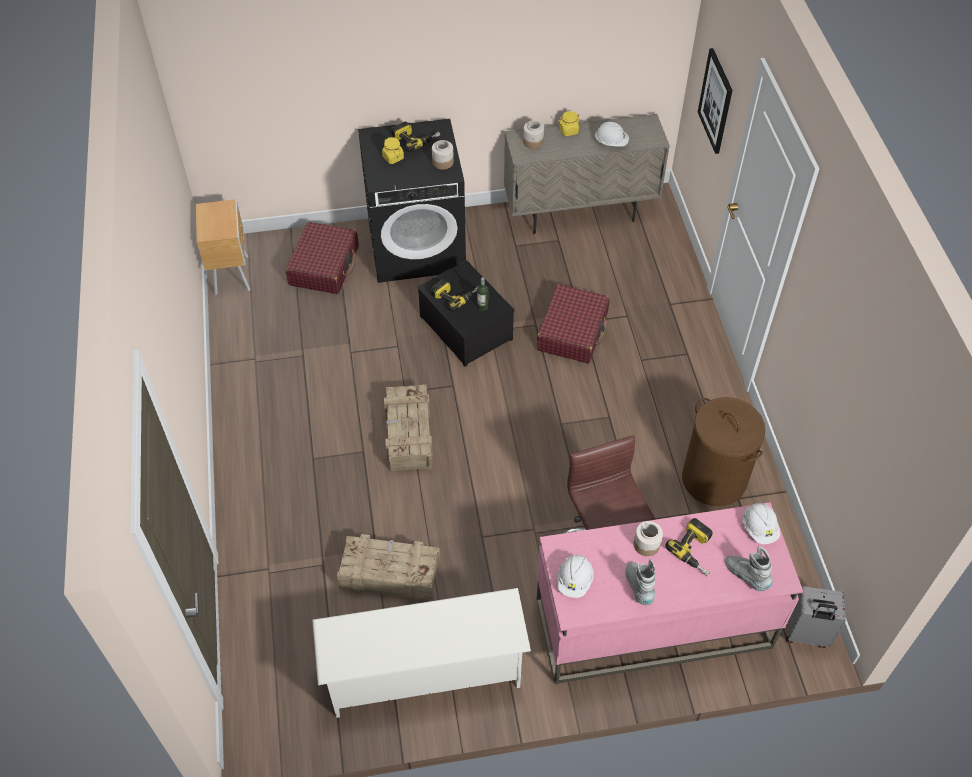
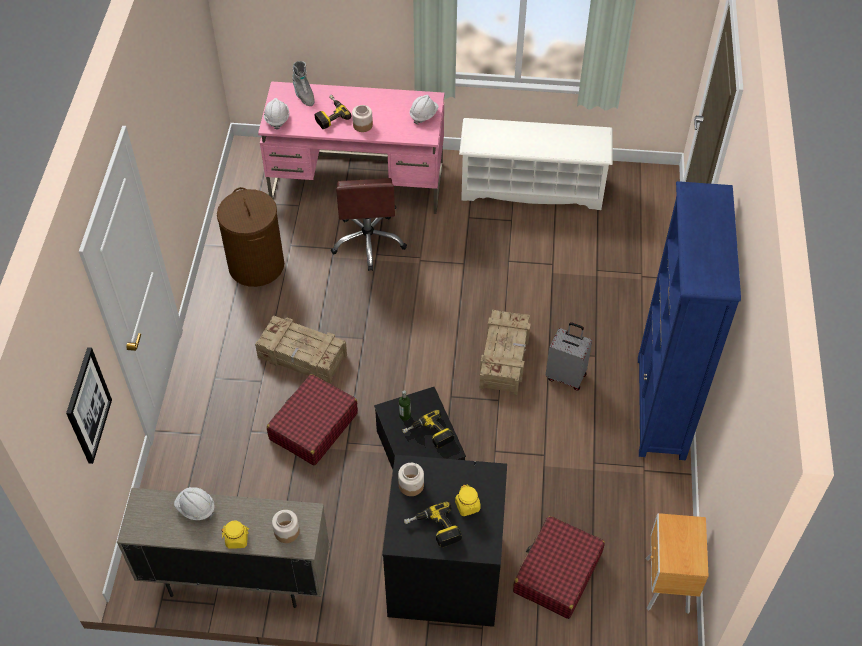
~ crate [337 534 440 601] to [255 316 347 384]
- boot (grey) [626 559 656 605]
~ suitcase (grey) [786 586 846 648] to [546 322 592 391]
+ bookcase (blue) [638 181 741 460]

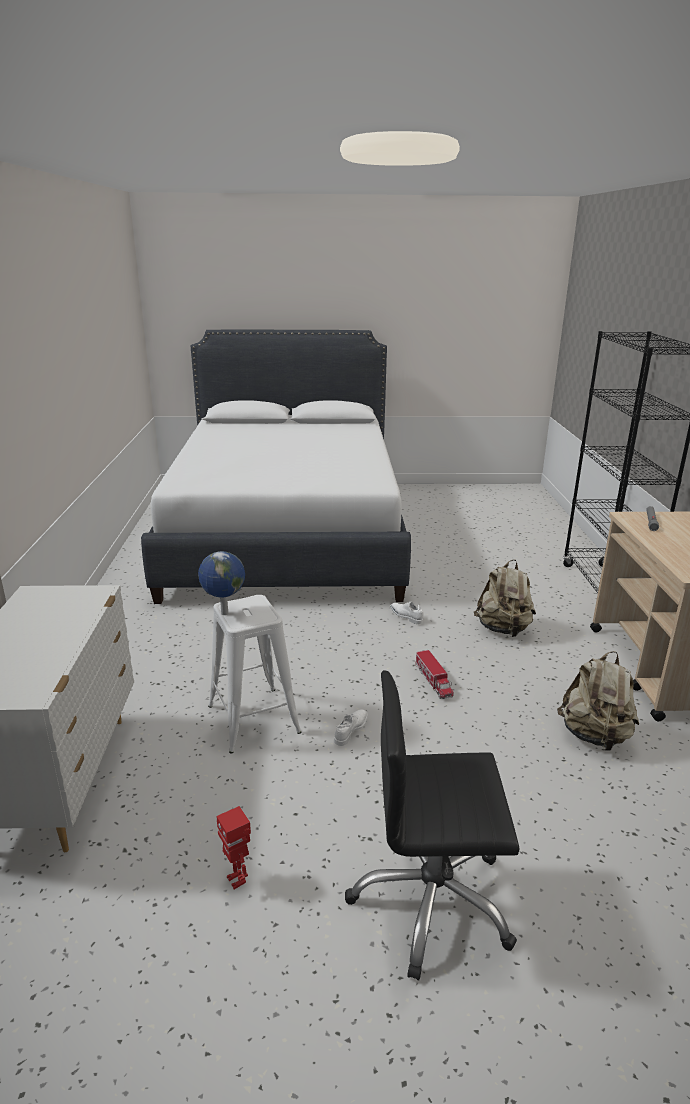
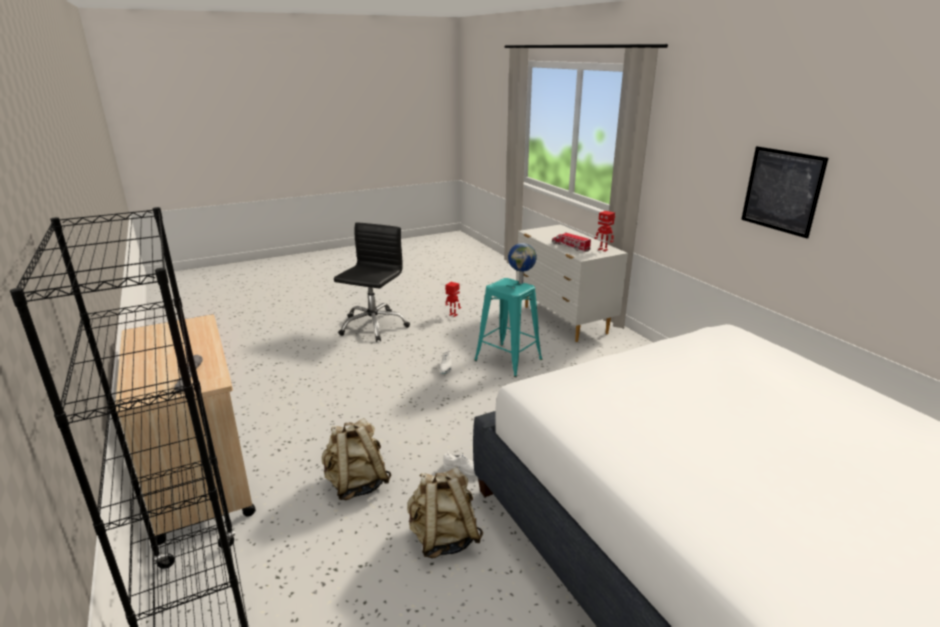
~ stool (white) [208 595 301 754] to stool (turquoise) [474 278 542 377]
~ office chair (black) [345 670 520 981] = [334 222 410 342] 45 degrees counterclockwise
~ toy truck [415 650 454 699] to [552 233 591 252]
~ backpack (beige) [557 651 639 751] to [407 467 483 559]
+ toy robot [594 211 615 252]
+ picture [741 146 828 238]

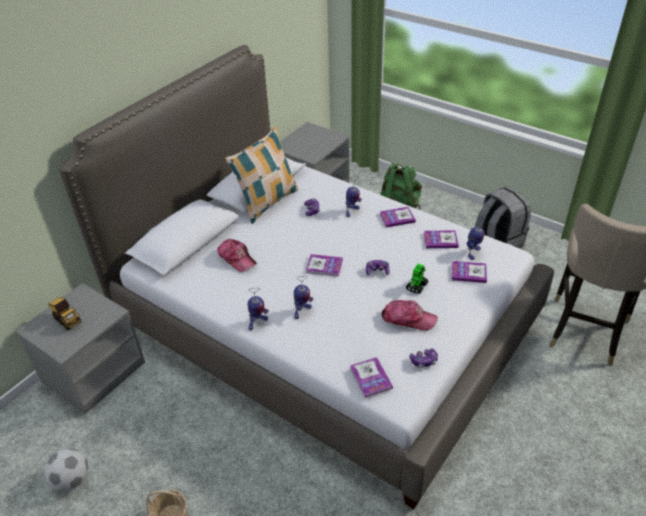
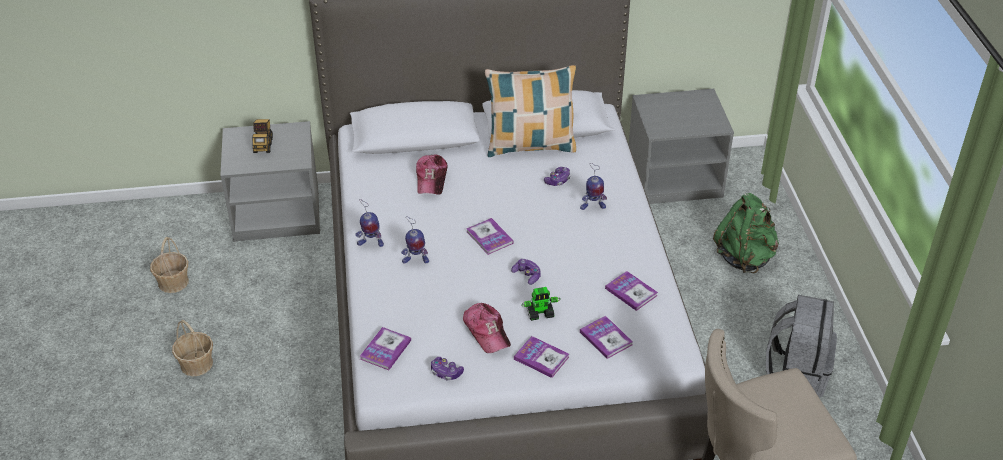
~ football [45 448 88 491] to basket [150 237 189 293]
~ book [379 207 416 228] to [514 336 569 378]
- toy robot [467 216 487 260]

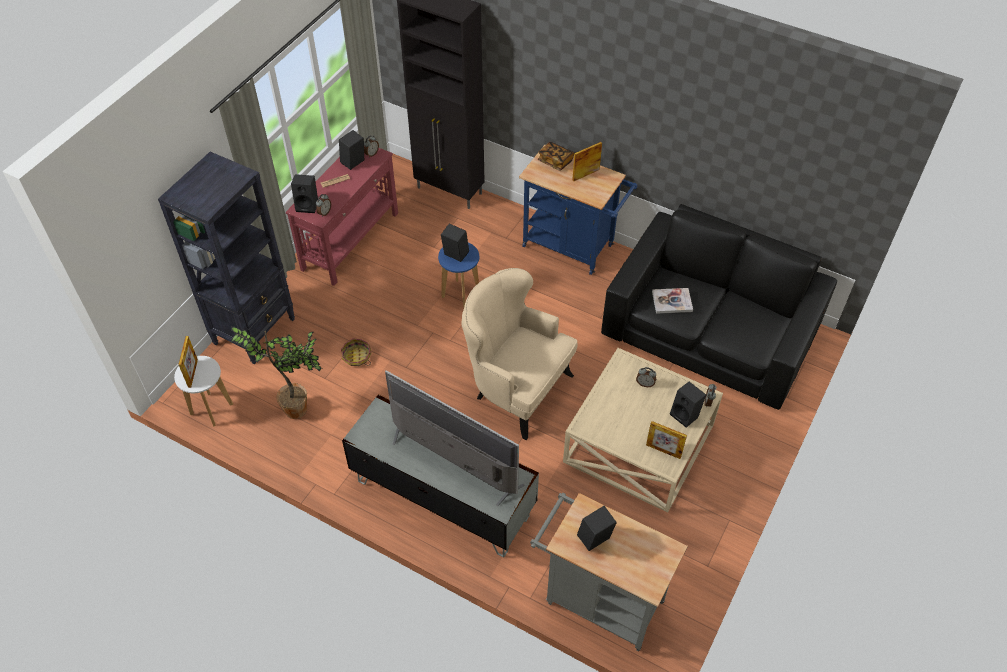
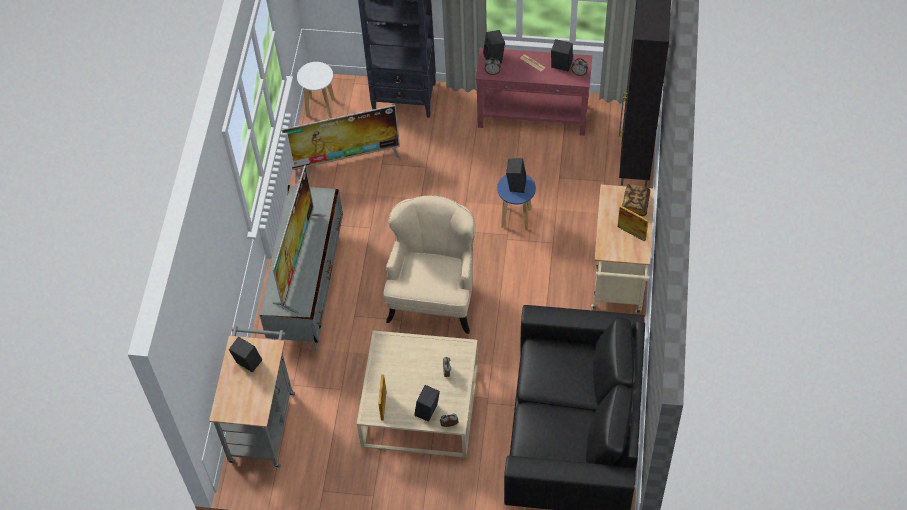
- picture frame [178 336 198 388]
~ potted plant [231 326 322 419] to television [282 105 401 184]
- basket [341 338 372 366]
~ cart (blue) [519 145 637 275] to cart (beige) [591 184 654 313]
- book [652 288 693 314]

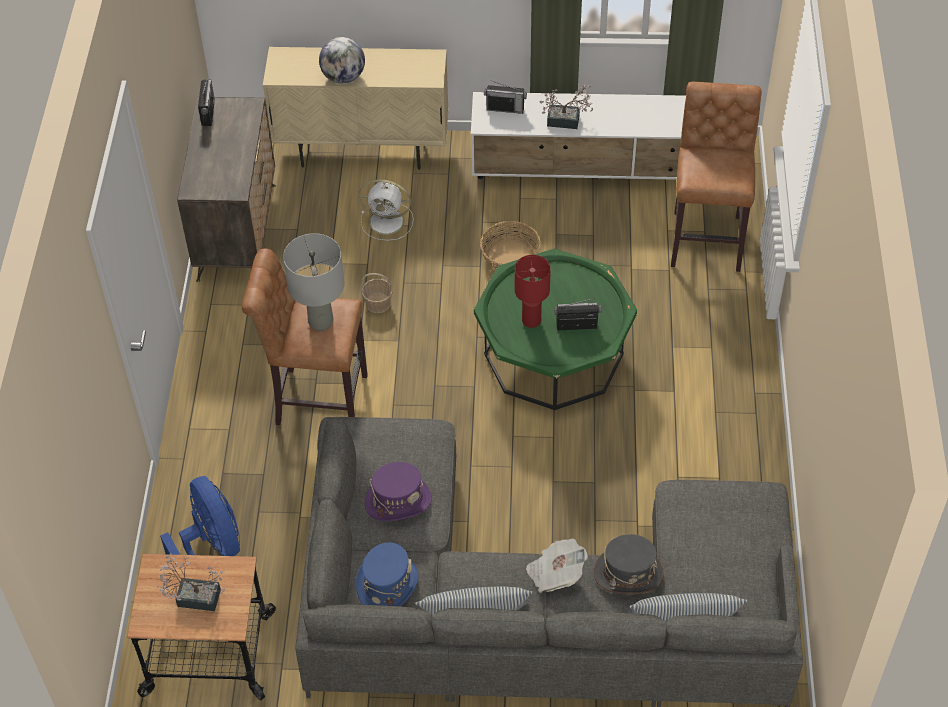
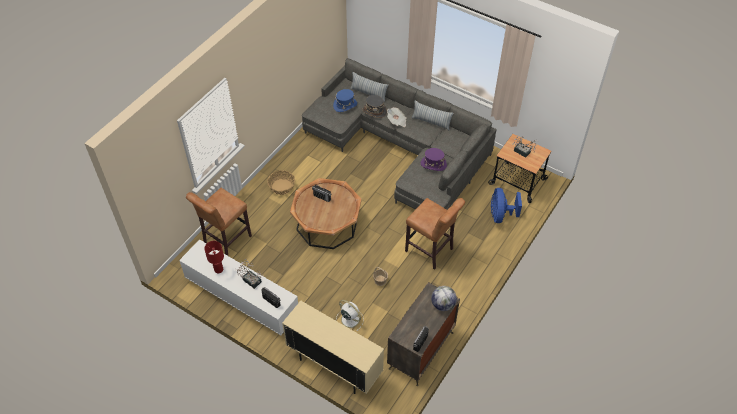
- table lamp (grey) [283 233 345 331]
~ globe [319 37 365 84] to [431 286 457 311]
~ hat (blue) [356 543 418 606] to [333 89 357 112]
~ coffee table (green) [474 249 637 410] to coffee table (brown) [290 178 362 249]
~ basket [480 221 541 270] to [267 170 295 195]
~ table lamp (red) [515 255 551 328] to [204 241 224 273]

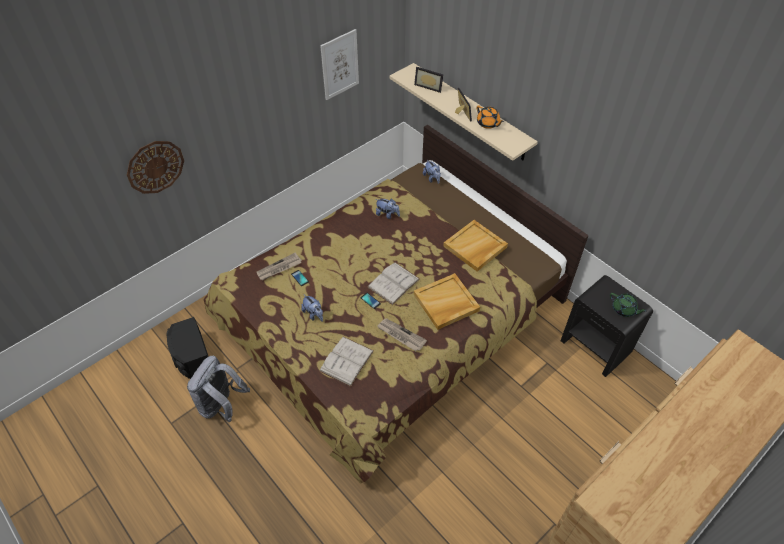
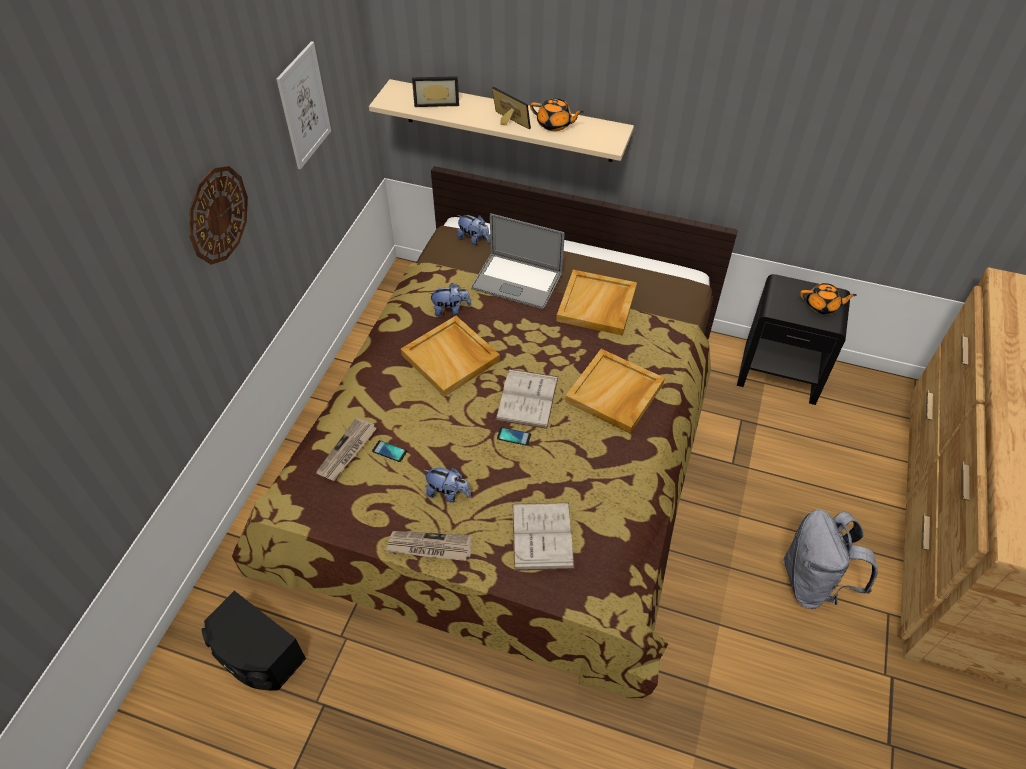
~ wall clock [127 141 184 194] to [189 166 248 265]
~ backpack (grey) [187 356 250 422] to [783 509 878 609]
~ newspaper [377 318 427 351] to [386 531 472 561]
~ teapot (green) [610 293 647 317] to teapot (orange) [800 283 857 314]
+ tray (beige) [401 316 500 397]
+ laptop [471 214 565 309]

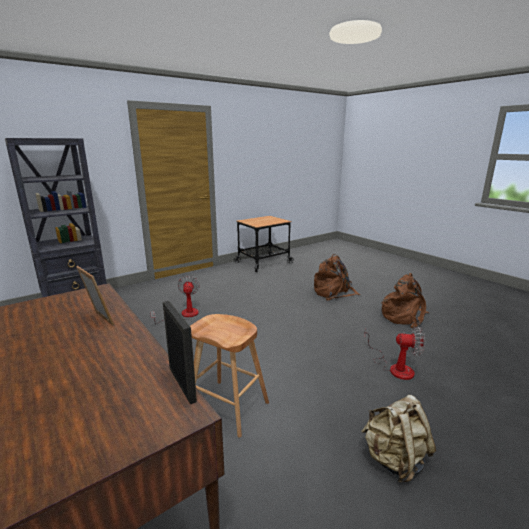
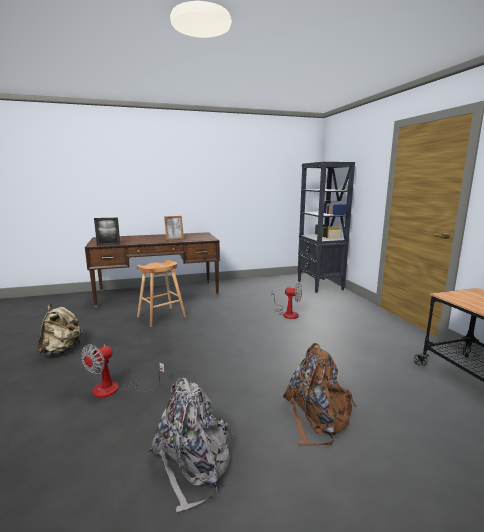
~ backpack (brown) [381 273 430 328] to backpack (grey) [149 378 234 512]

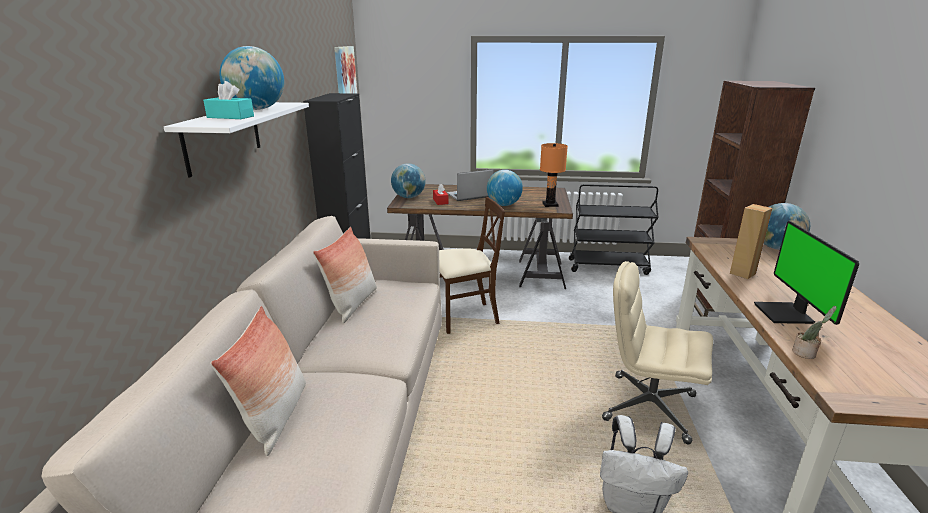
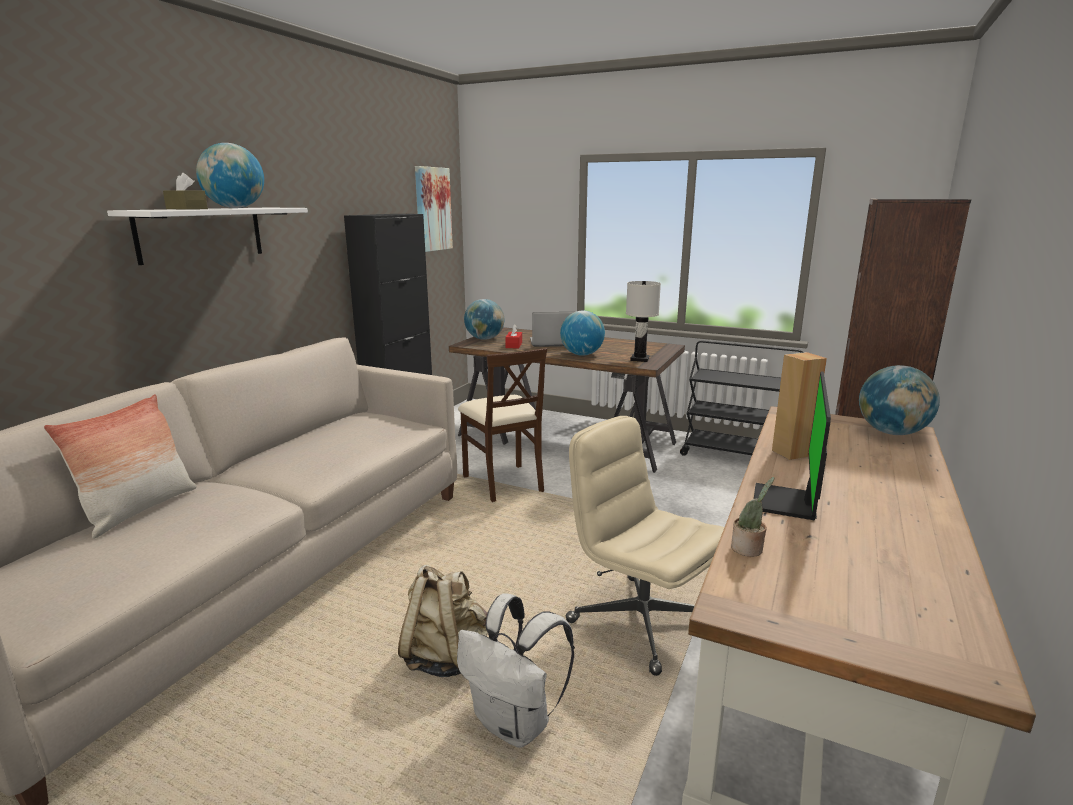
~ tissue box (turquoise) [203 81 254 119] to tissue box (brown) [163 172 208 210]
- pillow [313 227 377 323]
~ chair (beige) [439 197 505 334] = [458 348 547 502] 60 degrees clockwise
~ table lamp (orange) [540 143 568 207] to table lamp (white) [626 281 661 362]
+ backpack (beige) [398 565 488 677]

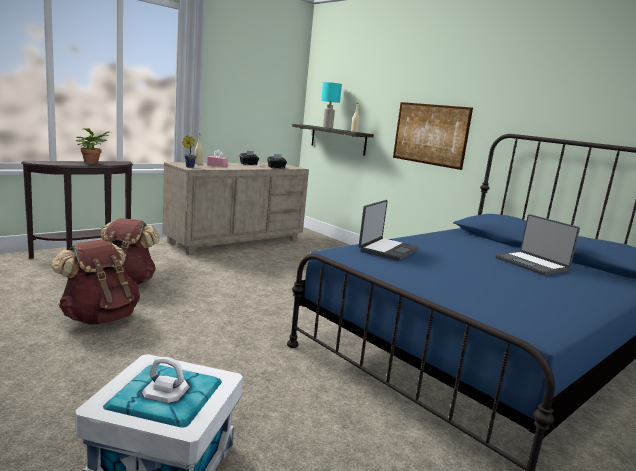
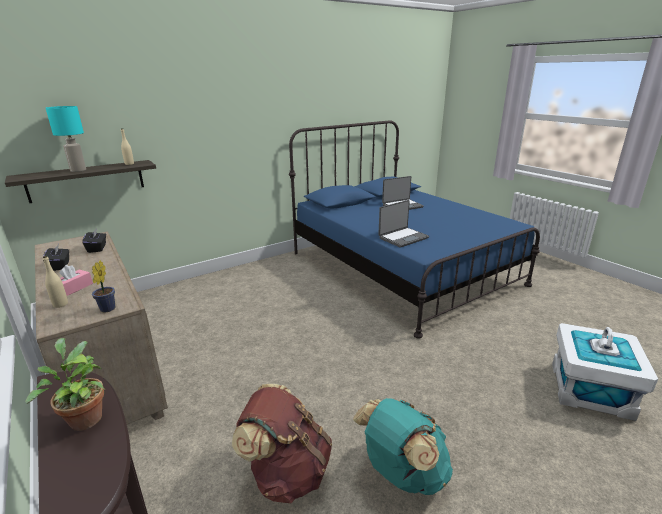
~ backpack (brown) [52 240 140 325] to backpack (turquoise) [353 398 453 495]
~ laptop [359 200 419 261] = [378 200 429 248] 105 degrees clockwise
- picture [393 102 473 170]

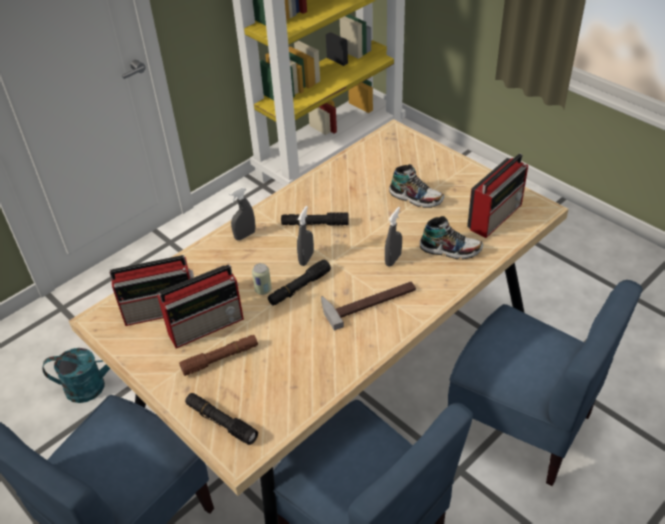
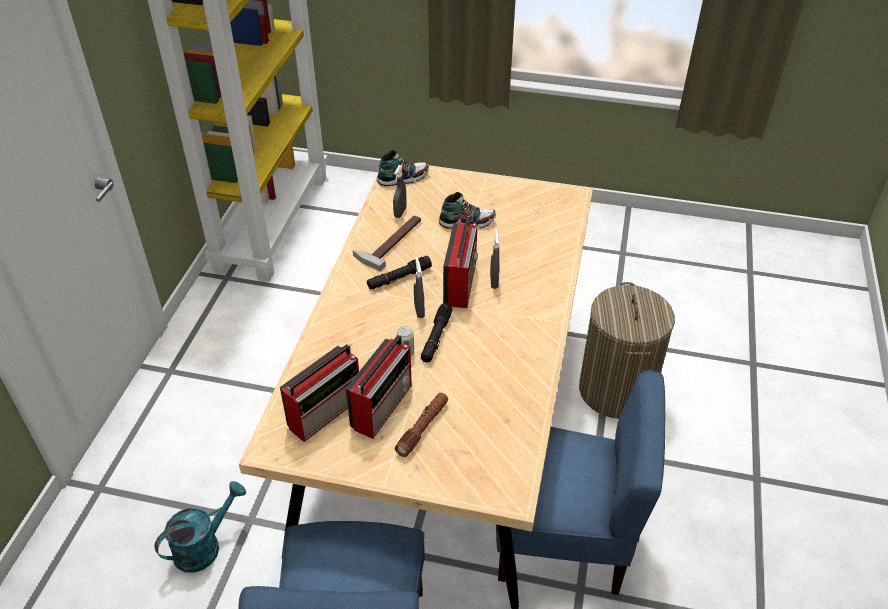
- flashlight (black) [185 393 258 445]
~ spray bottle (grey) [229 187 255 240] to [393 165 407 218]
~ hammer [321 282 416 331] to [353 215 421 271]
~ shoe [420 216 483 259] to [377 150 429 186]
~ chair (blue) [448 280 643 486] to laundry basket [579 282 675 419]
~ radio [467 153 528 238] to [443 216 478 308]

